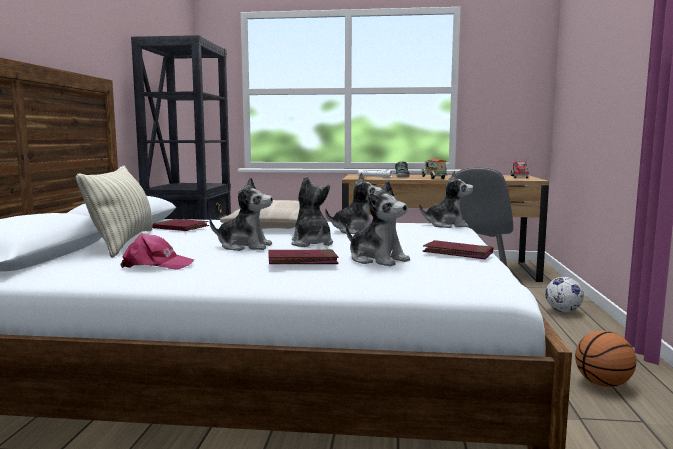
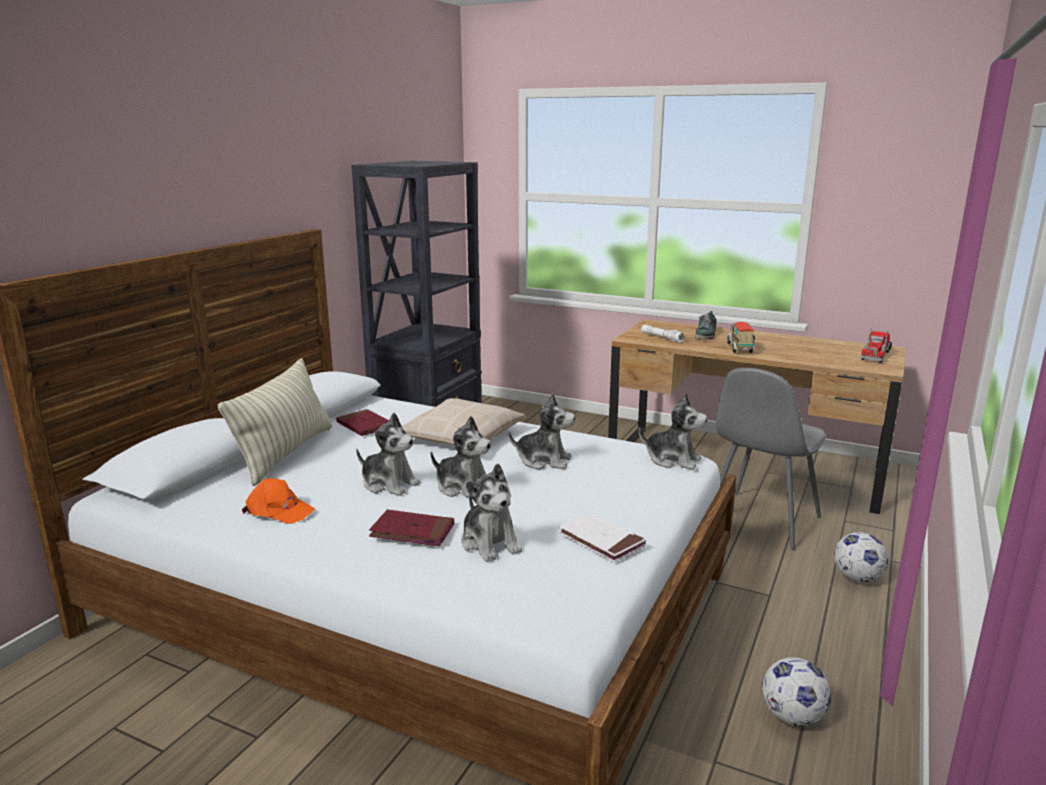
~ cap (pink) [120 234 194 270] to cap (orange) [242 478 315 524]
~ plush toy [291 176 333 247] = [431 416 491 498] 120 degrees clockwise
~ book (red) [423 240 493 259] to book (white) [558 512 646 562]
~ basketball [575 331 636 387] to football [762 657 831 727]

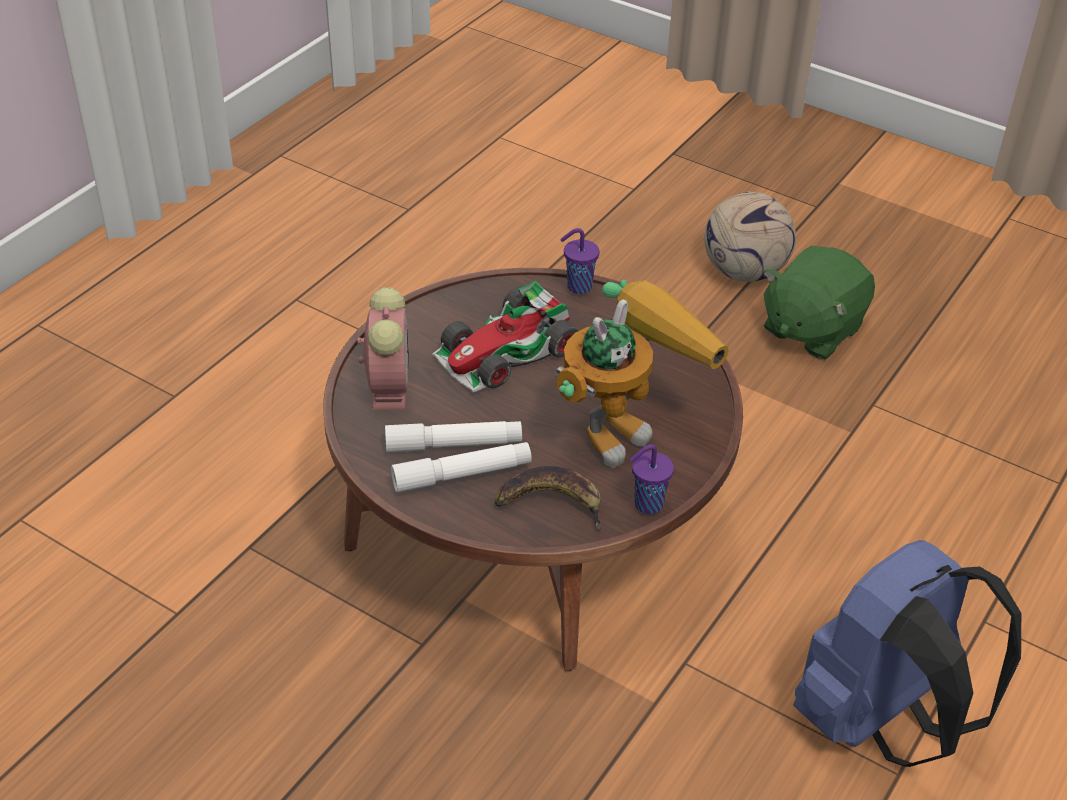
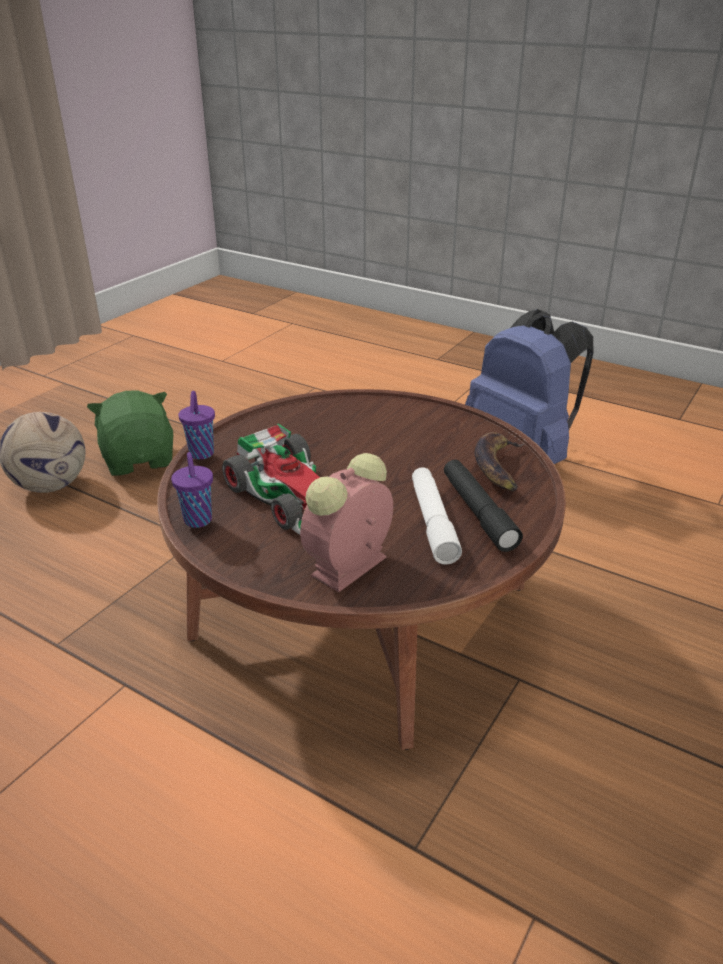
~ alarm clock [357 287 410 410] = [300 453 393 592] 45 degrees counterclockwise
~ flashlight (white) [391 442 532 492] to flashlight (black) [444 460 523 552]
- toy robot [555 280 729 468]
~ cup (purple) [630 444 674 514] to [171 452 213 528]
~ plush toy (green) [764 246 875 359] = [87 390 173 476] 150 degrees counterclockwise

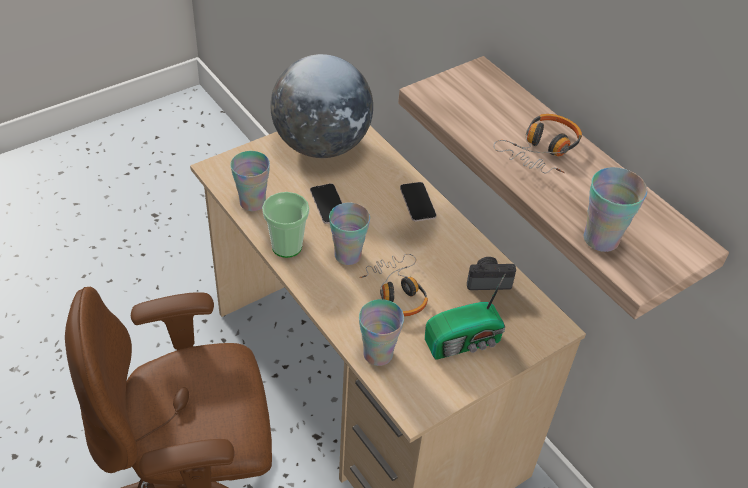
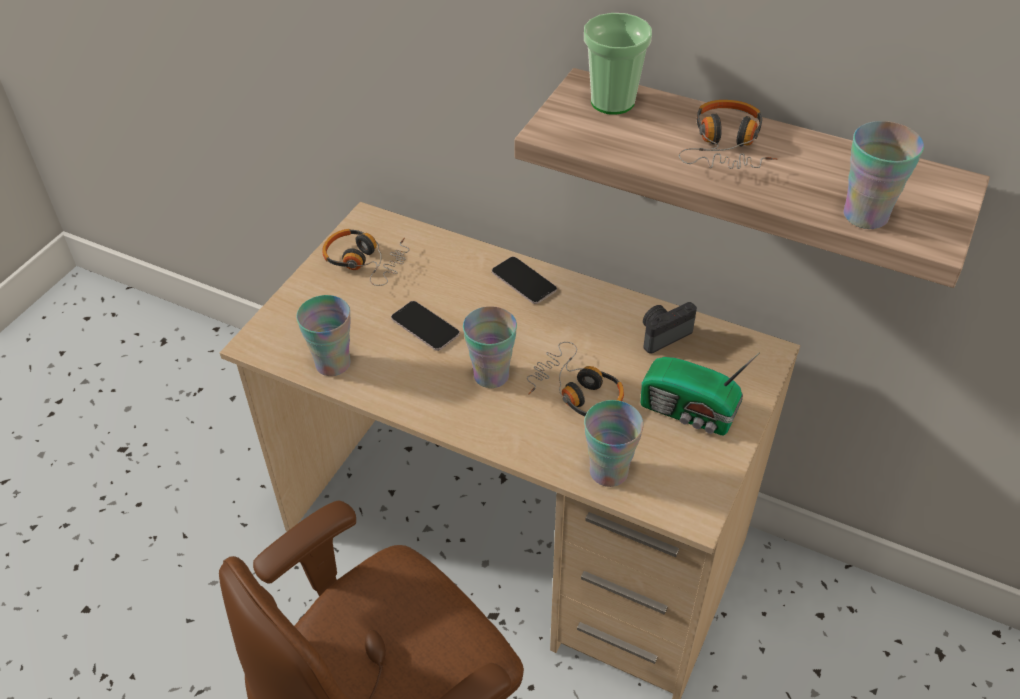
~ cup [262 192 309 258] to [584 13 652 115]
~ globe [270 54 373 158] to headphones [322 229 410 286]
~ radio [425 273 506 359] = [640 352 760 435] 75 degrees clockwise

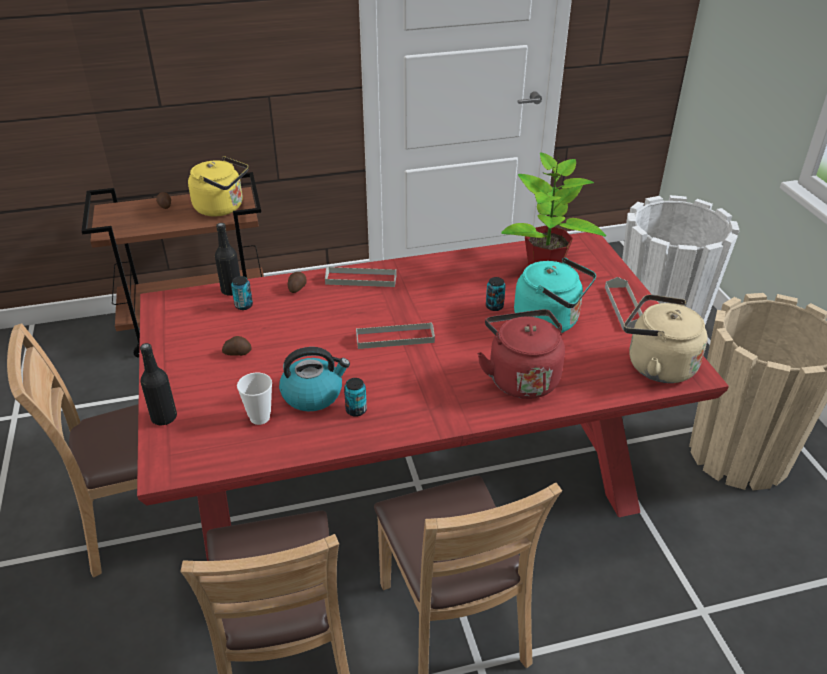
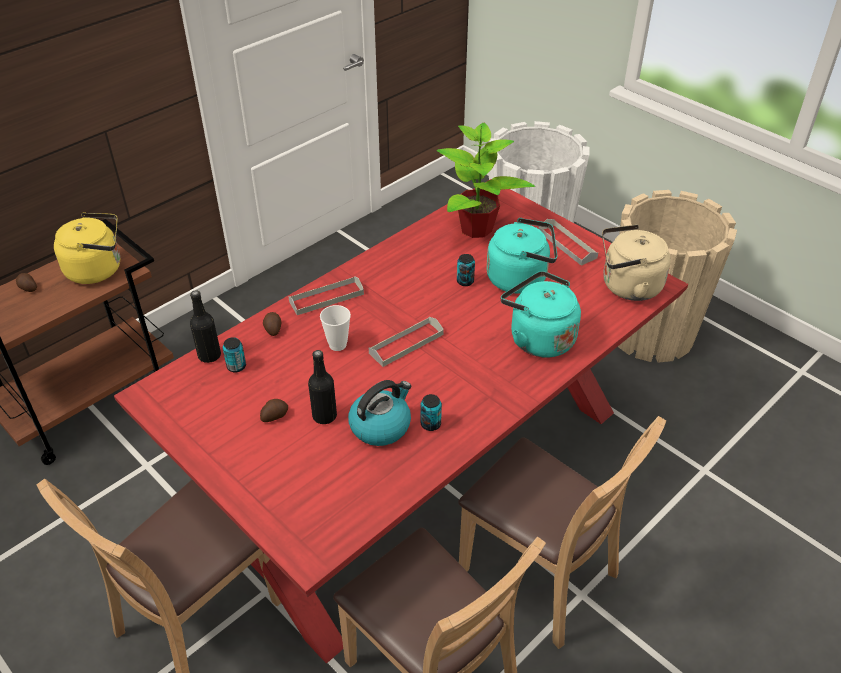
~ bottle (black) [140 343 177 425] to [308 350 337 424]
~ cup [237 372 272 425] to [320 305 351 351]
~ kettle (red) [477 310 565 399] to kettle (turquoise) [501 271 581 358]

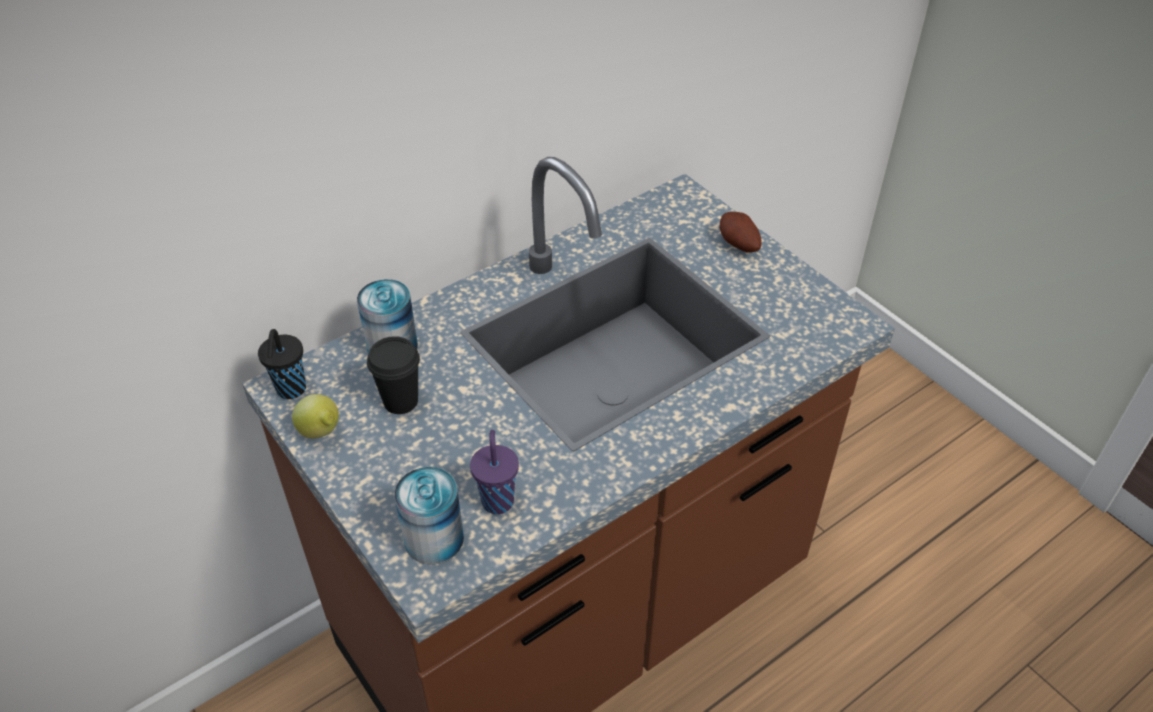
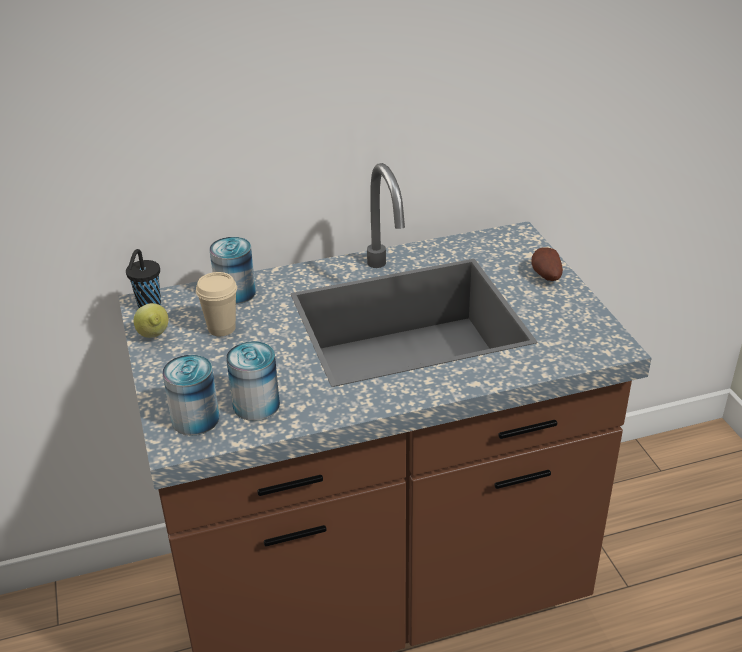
~ cup (black) [367 336 420 414] to cup (beige) [196 272 237 336]
~ cup (purple) [470 430 519 514] to can [226 341 280 421]

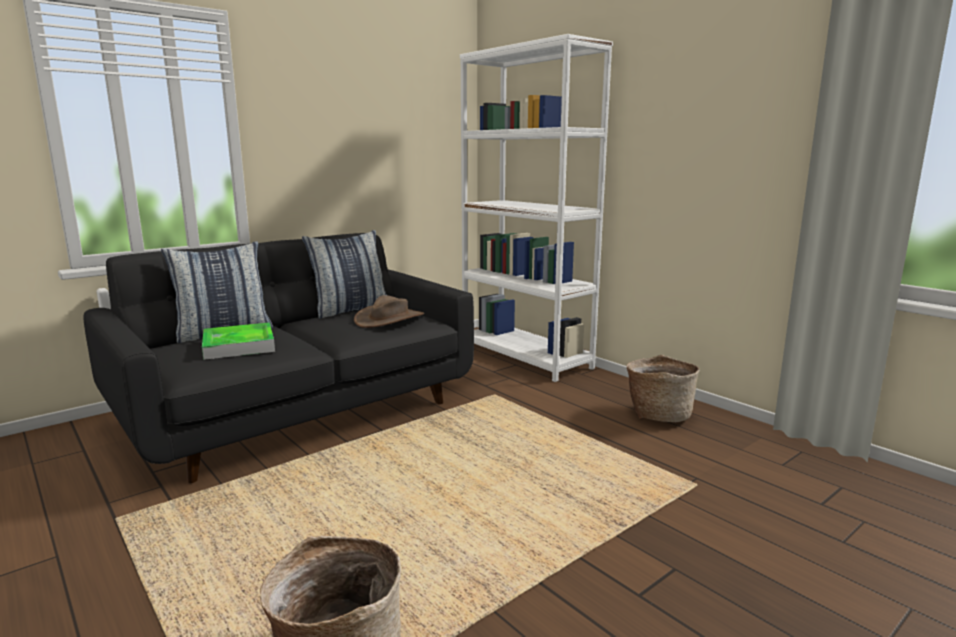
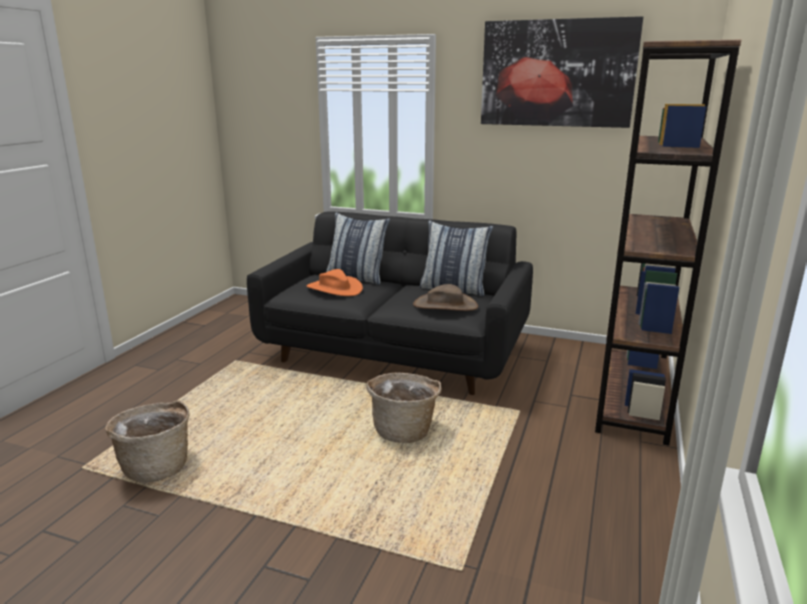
~ tray [202 323 275 360] to hat (orange) [307 269 363 296]
~ bookcase (white) [460 34 613 382] to bookcase (brown) [595 39 742 446]
~ basket [626 355 700 422] to [366 373 442 443]
+ picture [481 16 643 128]

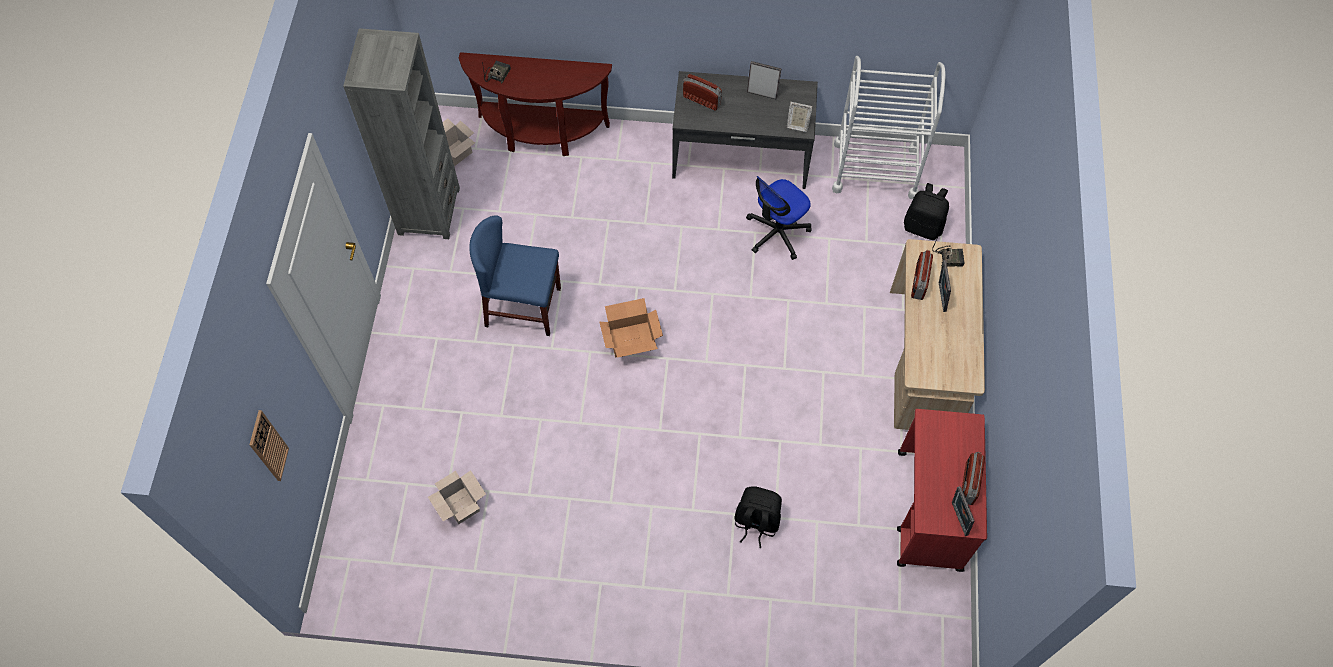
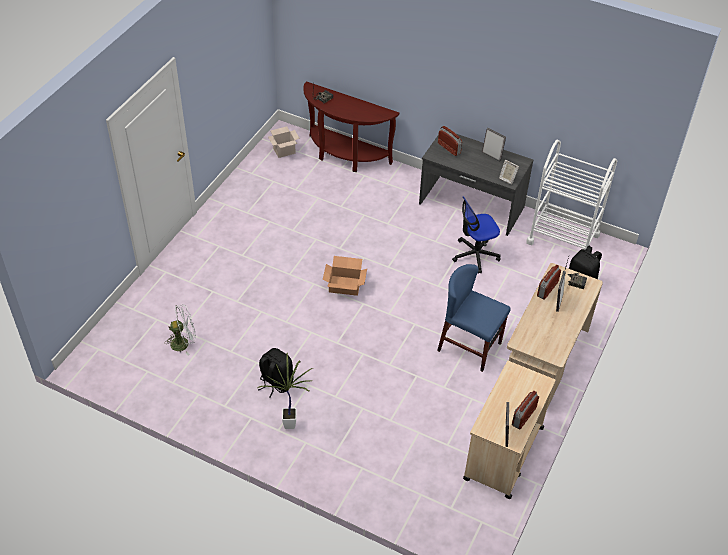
- wall clock [249 410 289 481]
- bookcase (grey) [343 28 460 239]
~ cardboard box [428 470 486 525] to fan (white) [164 305 196 356]
~ chair (blue) [469 215 561 336] to [437 264 510 372]
~ backpack (black) [734 486 782 548] to [258 348 293 398]
~ cart (red) [897 409 987 572] to cart (beige) [463 361 556 499]
+ potted plant [257 353 313 429]

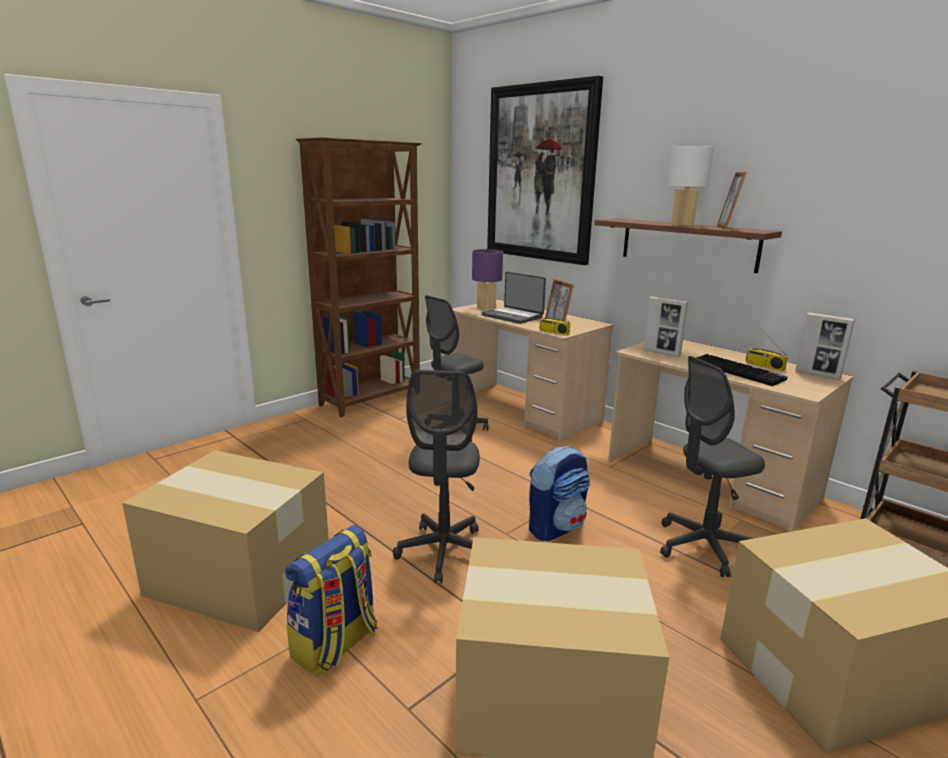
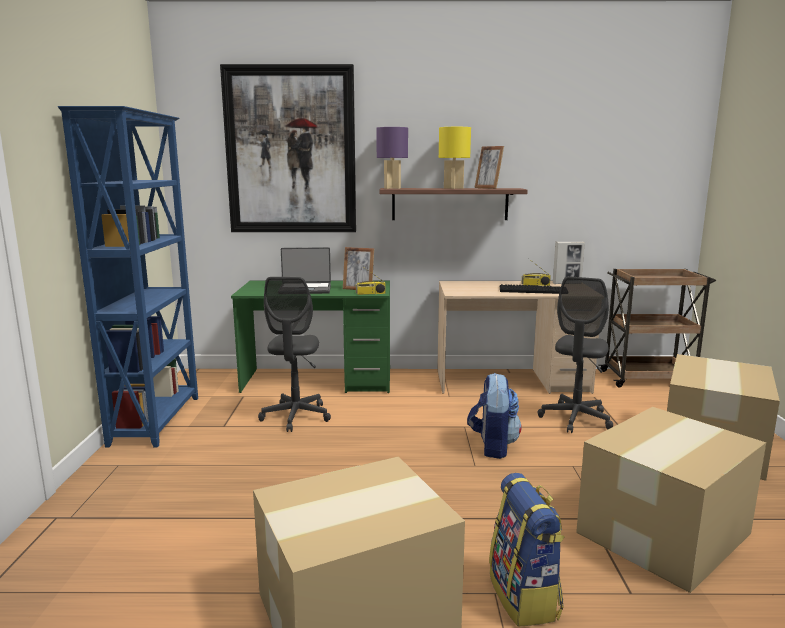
~ bookcase (brown) [295 137 422 417] to bookcase (blue) [58 106 198 448]
- office chair (grey) [393 370 480 584]
~ desk (beige) [451 300 614 442] to desk (green) [231 280 390 393]
~ table lamp (purple) [472 249 503 310] to [376 127 408 189]
- picture frame [643 296 689 357]
~ table lamp (white) [667 146 714 226] to table lamp (yellow) [439 127 471 189]

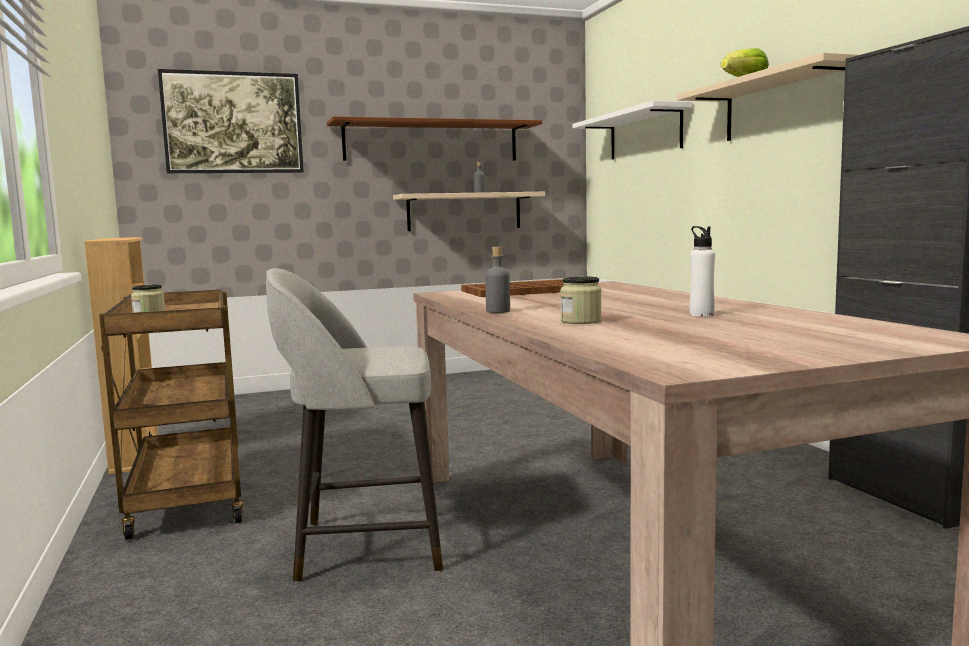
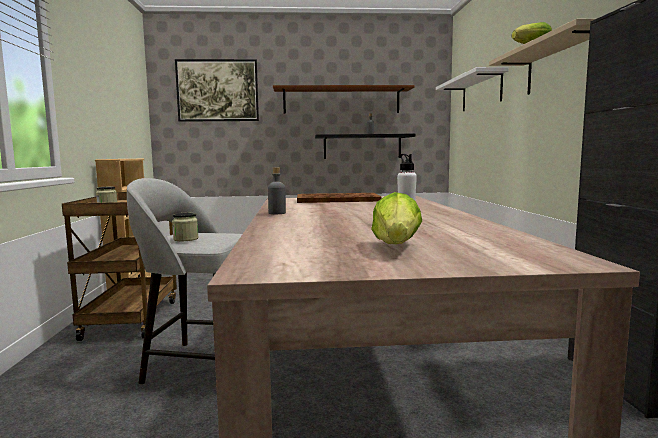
~ shelf (beige) [393 192 545 231] to shelf (black) [315 134 415 159]
~ jar [560 276 602 324] to [172 213 199 241]
+ lettuce [371 192 422 244]

